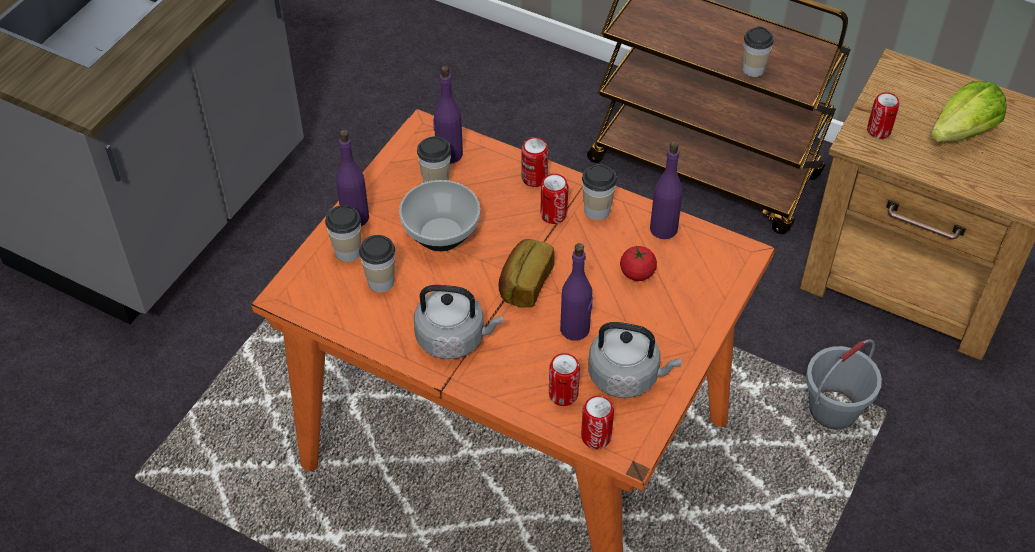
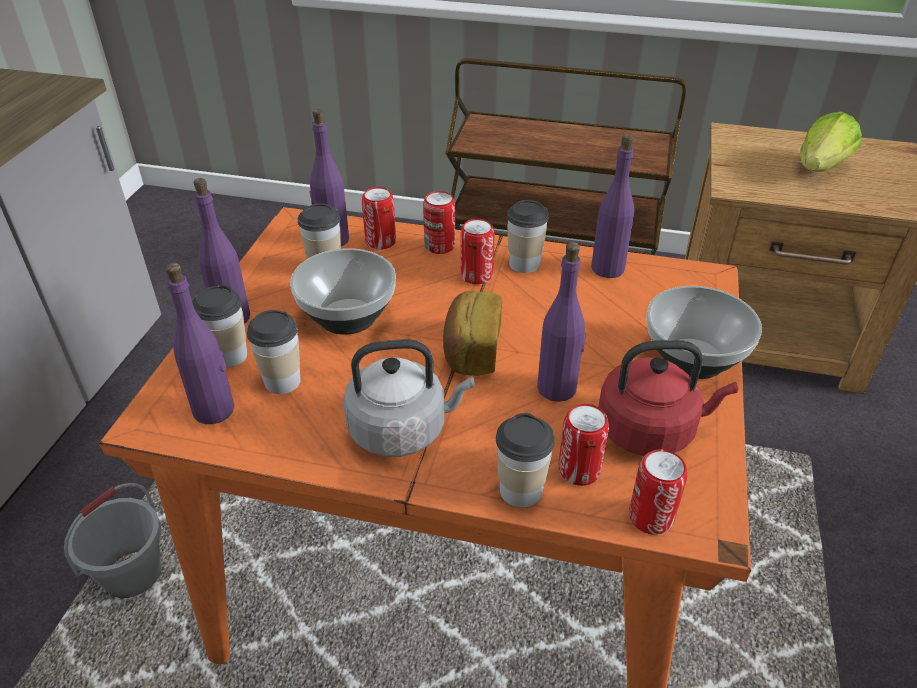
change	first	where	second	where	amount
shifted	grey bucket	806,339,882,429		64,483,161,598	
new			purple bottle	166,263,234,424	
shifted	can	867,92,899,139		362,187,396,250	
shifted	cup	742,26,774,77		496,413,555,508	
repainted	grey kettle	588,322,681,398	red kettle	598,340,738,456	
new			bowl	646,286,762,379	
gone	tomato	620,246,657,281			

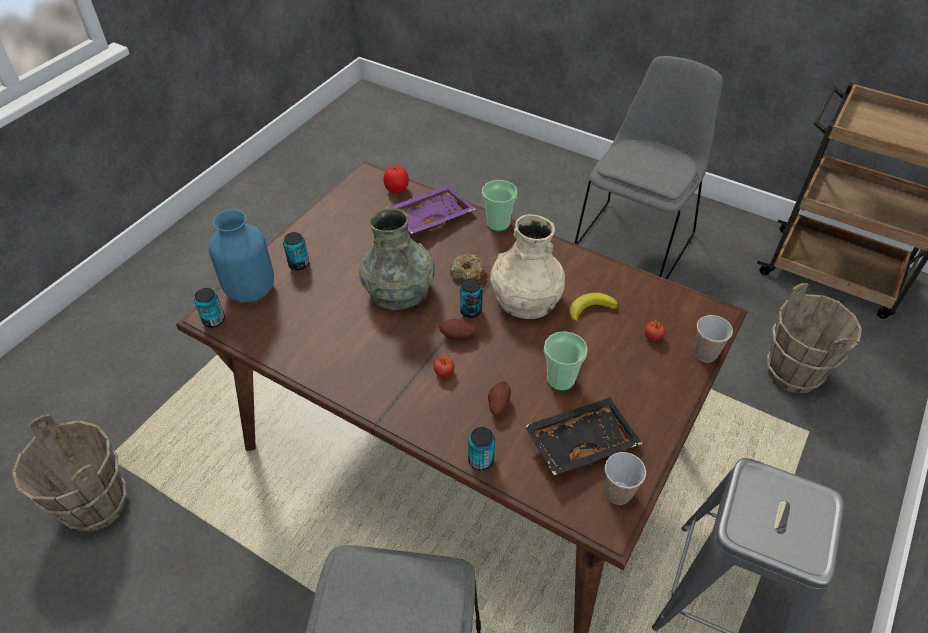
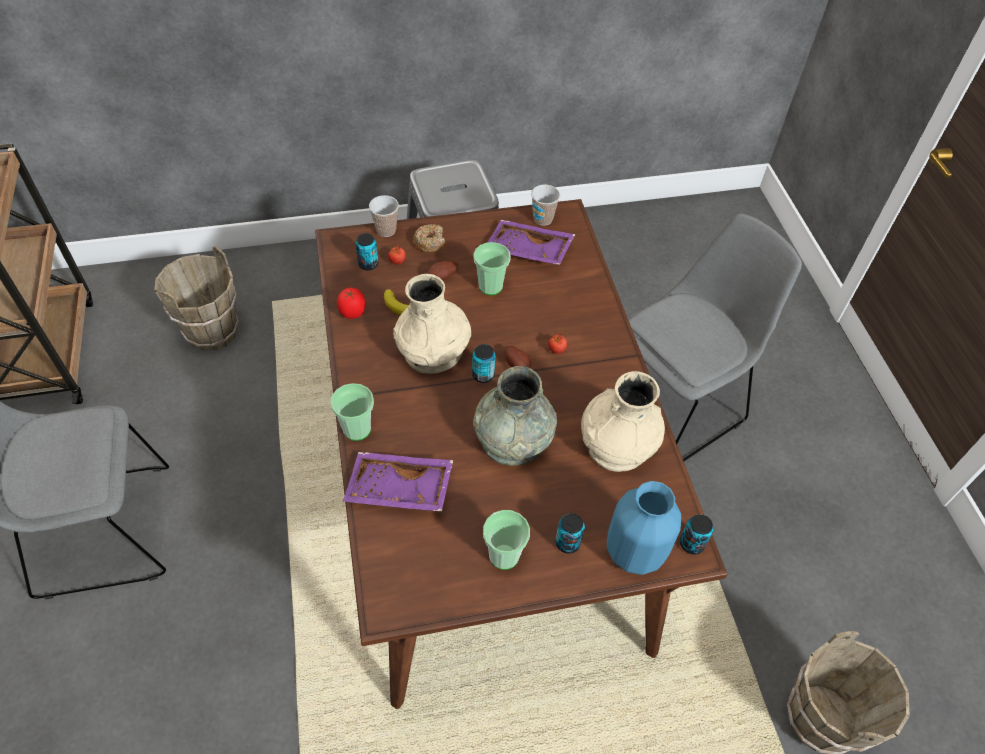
change	first	where	second	where	amount
shifted	tomato	384,166,409,193		337,288,365,319	
shifted	can	468,427,495,470		355,233,379,271	
shifted	donut	450,254,485,280		413,224,445,252	
shifted	potato	488,382,511,416		427,261,458,280	
new			cup	483,510,530,570	
repainted	black tray	524,397,643,475	purple tray	487,220,575,265	
new			beige vase	581,371,665,472	

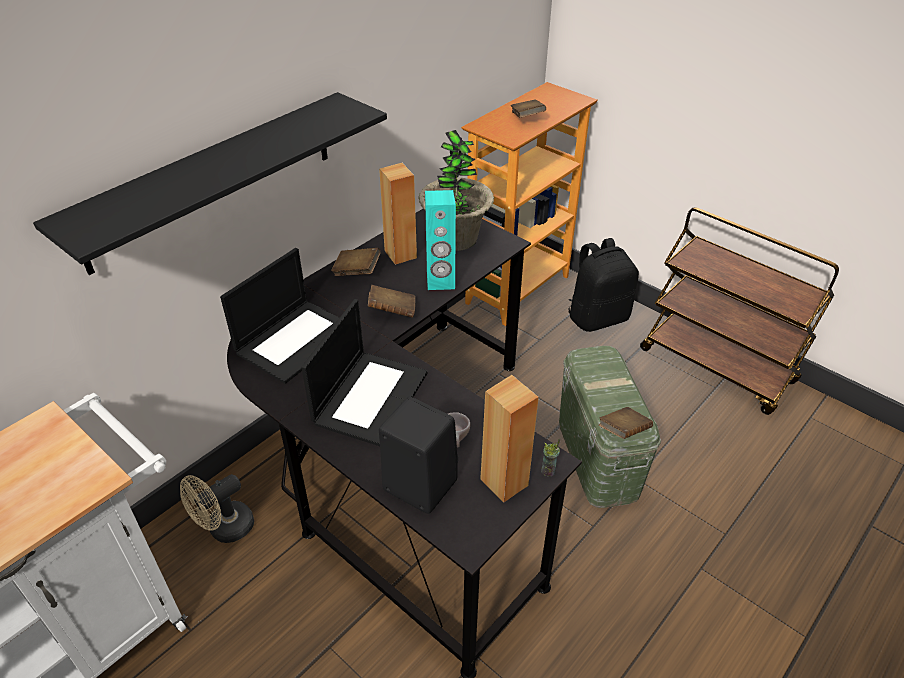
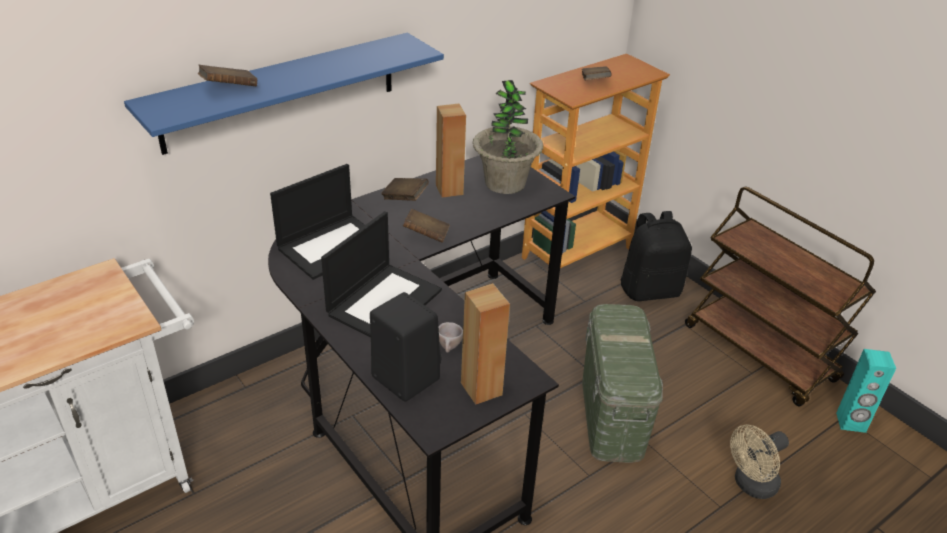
change	first	where	second	where	amount
repainted	black shelf	33,92,387,275	blue shelf	124,33,444,155	
shifted	brown book	599,407,653,439		198,65,257,86	
shifted	beige fan	180,474,254,543		730,425,789,499	
shifted	turquoise speaker	425,190,456,290		836,349,896,433	
gone	cup	541,439,560,476			

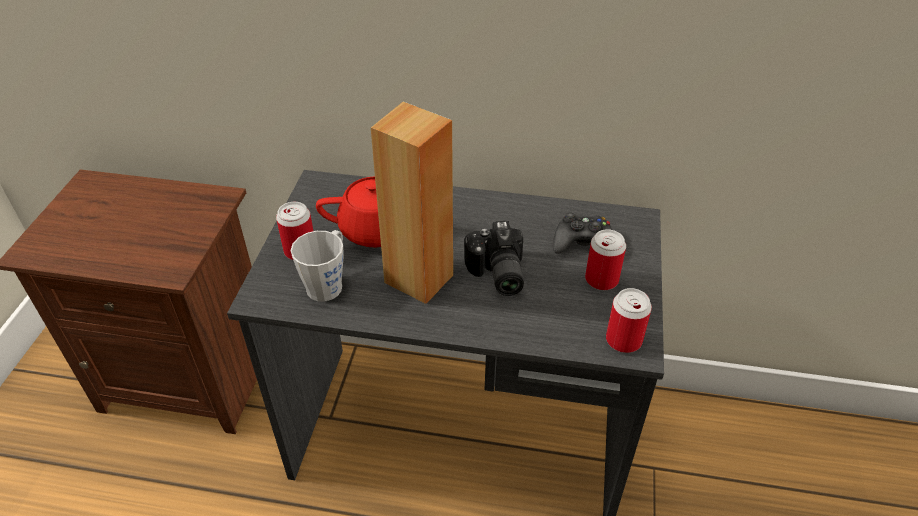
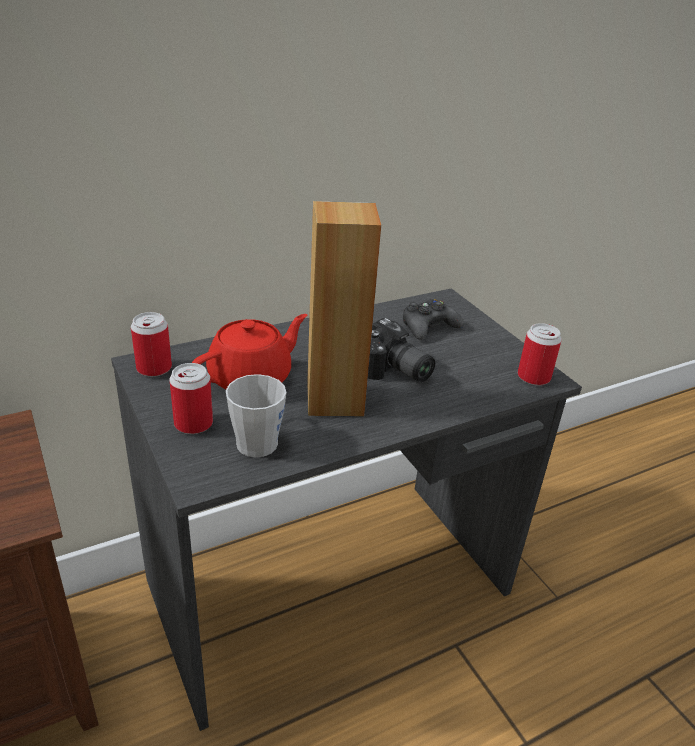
change	first	where	second	where	amount
shifted	can	585,229,626,290		131,312,172,377	

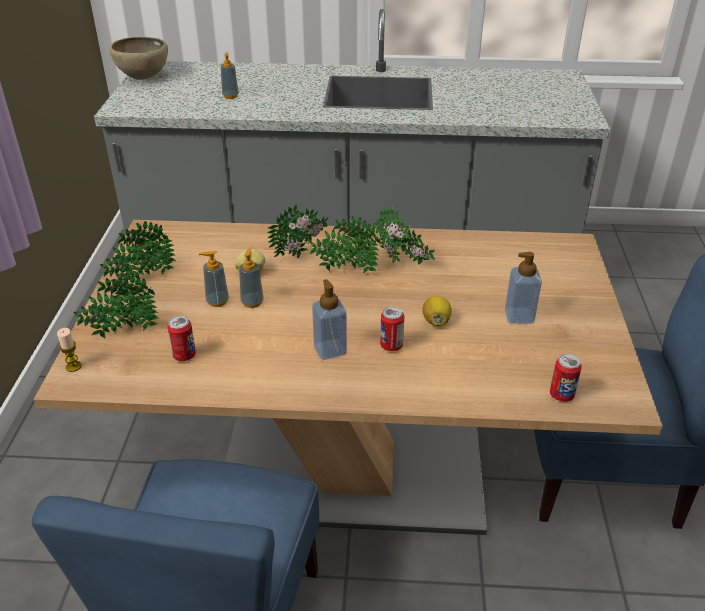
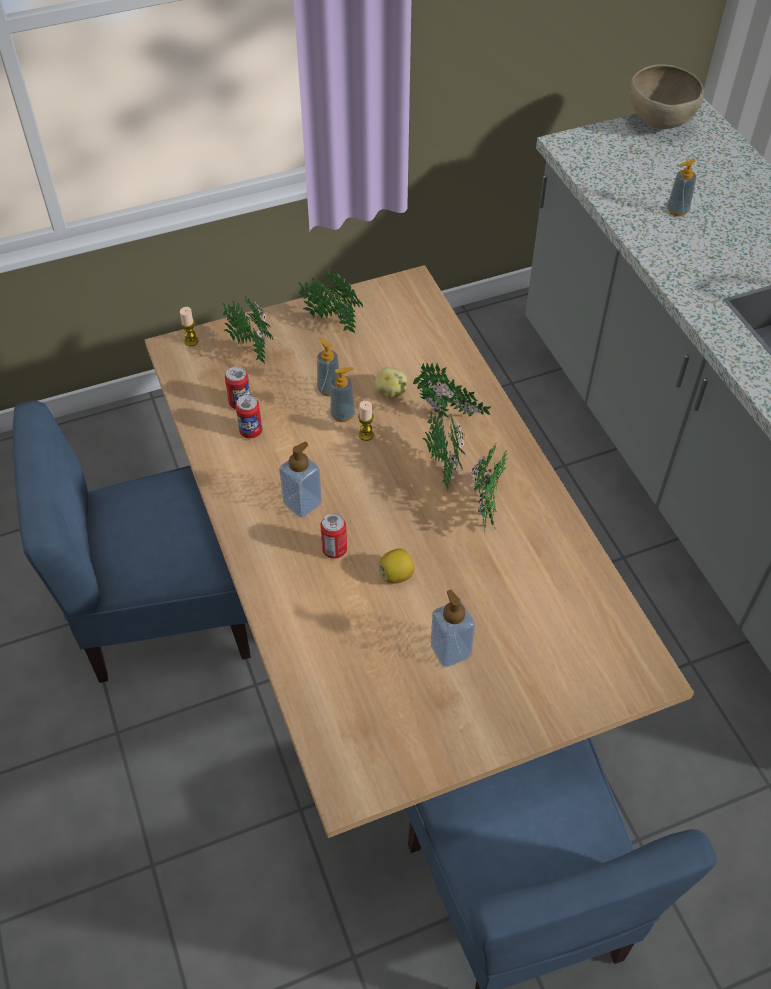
change	first	where	second	where	amount
shifted	can	550,354,582,402		236,395,262,439	
new			candle	358,401,374,441	

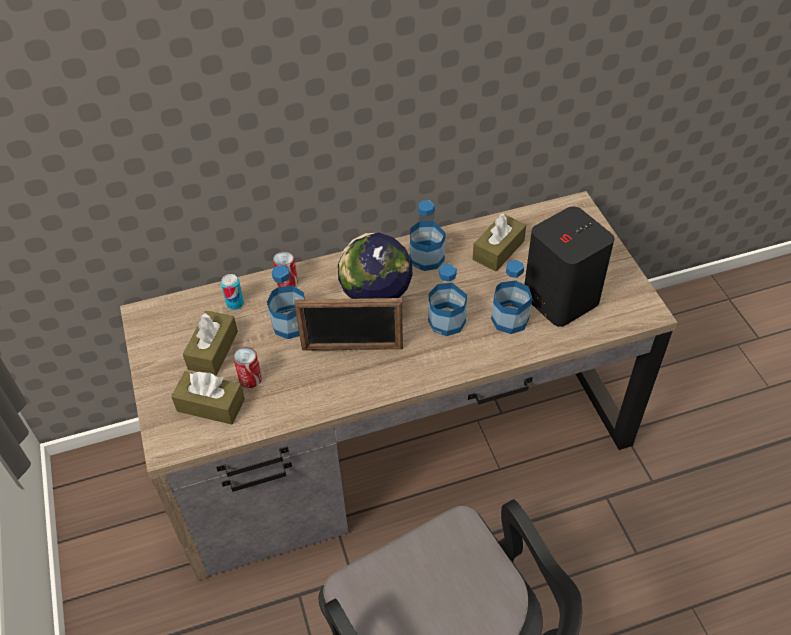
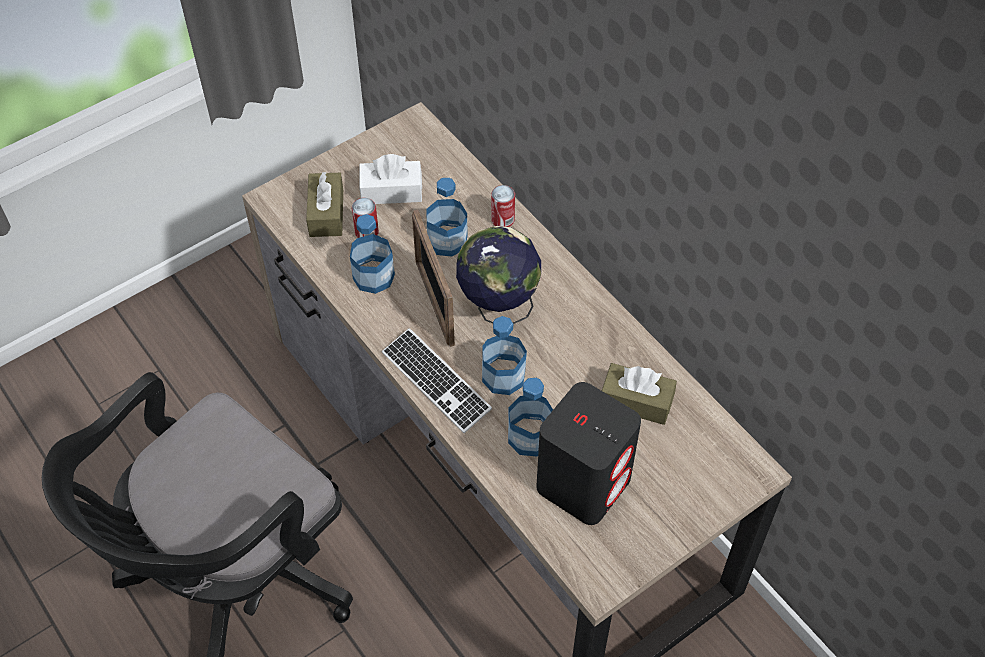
change	first	where	second	where	amount
shifted	bottle	410,200,446,271		350,214,395,294	
repainted	brown tissue box	183,311,238,376	white tissue box	359,154,422,204	
new			keyboard	382,328,492,433	
gone	can	221,274,244,310			

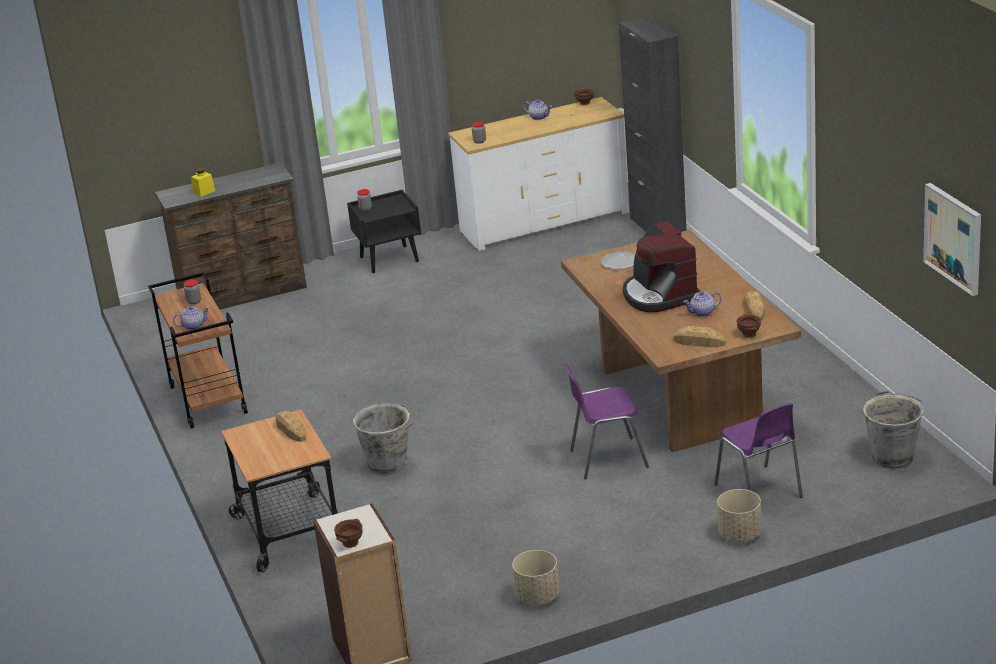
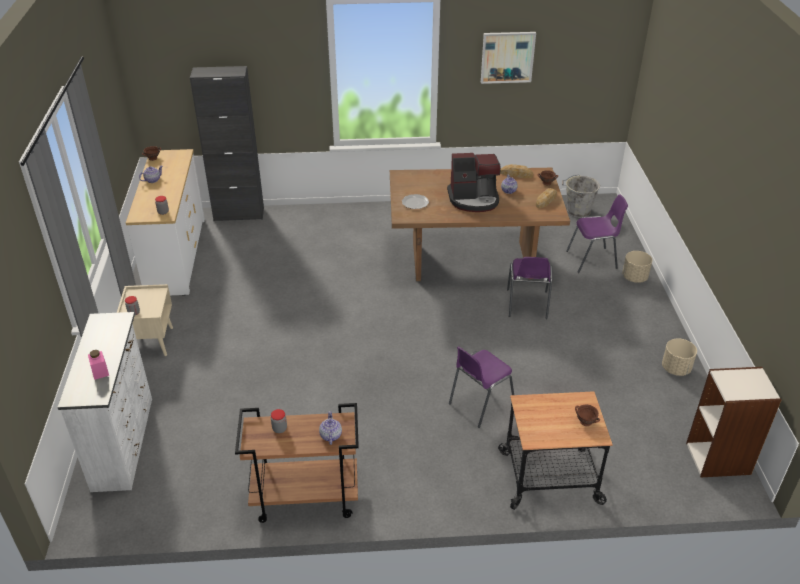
change	first	where	second	where	amount
repainted	brown dresser	155,163,307,310	white dresser	58,312,152,492	
repainted	yellow jar	191,168,215,197	pink jar	88,350,109,380	
repainted	black nightstand	347,190,421,273	beige nightstand	117,284,173,356	
swapped	grey bucket	353,403,414,475	purple chair	449,346,514,428	
shifted	picture	923,183,981,296		481,32,536,84	
shifted	brown bowl	334,519,363,548		575,405,600,426	
gone	bread	275,411,306,442			

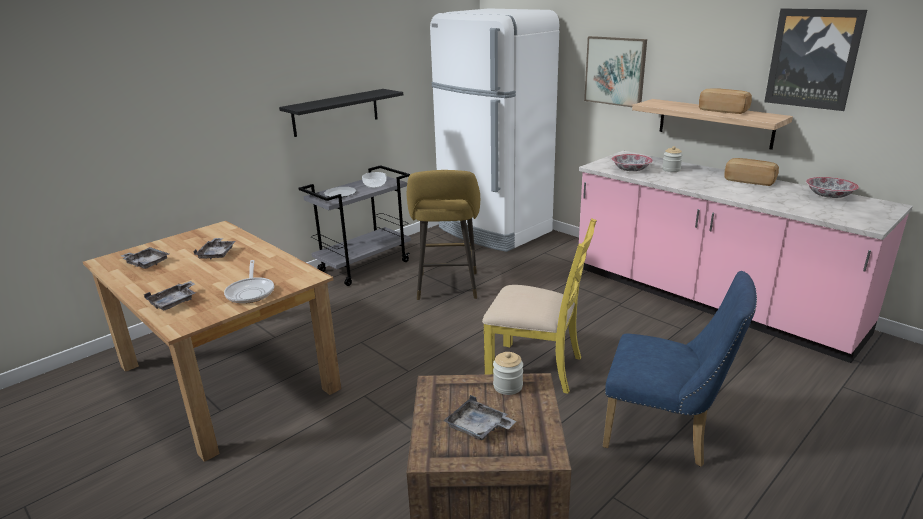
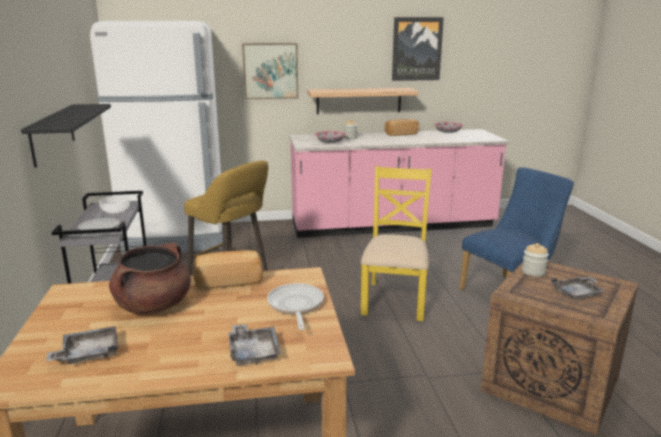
change	first	where	second	where	amount
swapped	grey tray	193,238,236,259	brown cooking pot	109,242,191,314	
shifted	bread	699,88,752,114		194,250,263,289	
rotated	frying pan	224,260,274,304		267,283,324,330	120 degrees counterclockwise
rotated	yellow chair	482,218,597,394		360,166,432,321	45 degrees counterclockwise

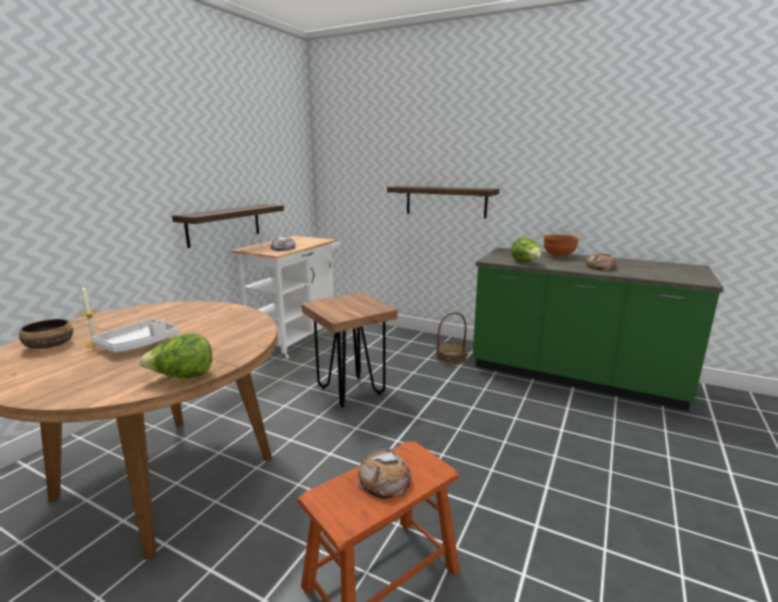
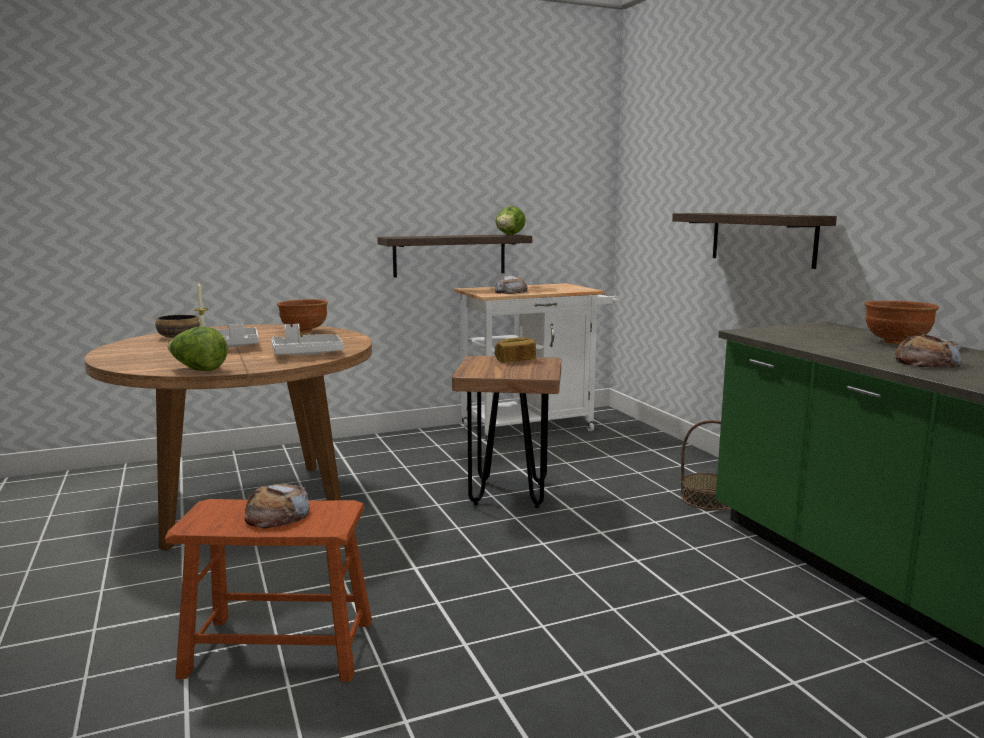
change	first	where	second	where	amount
new			white tray	271,324,344,355	
new			brown bowl	277,299,328,333	
new			bread	495,337,536,362	
shifted	lettuce	511,237,541,262		496,206,526,235	

